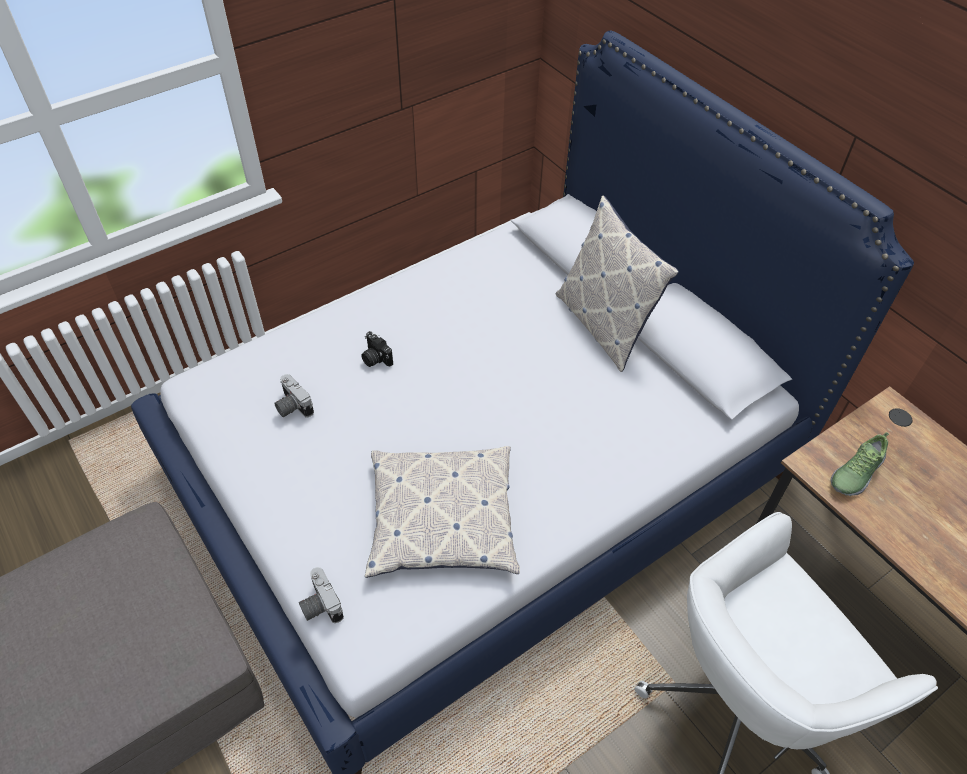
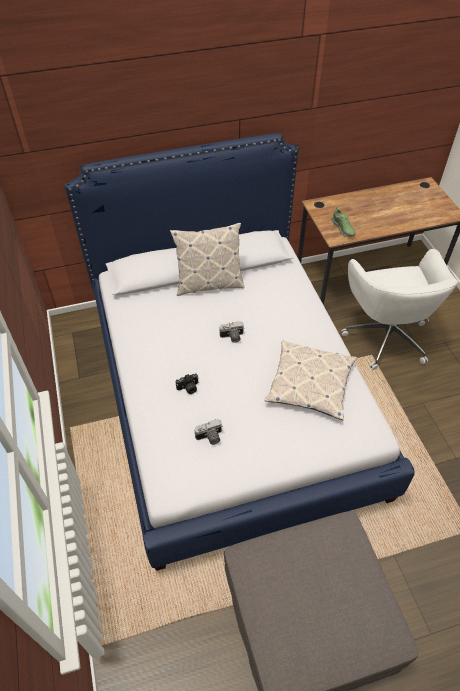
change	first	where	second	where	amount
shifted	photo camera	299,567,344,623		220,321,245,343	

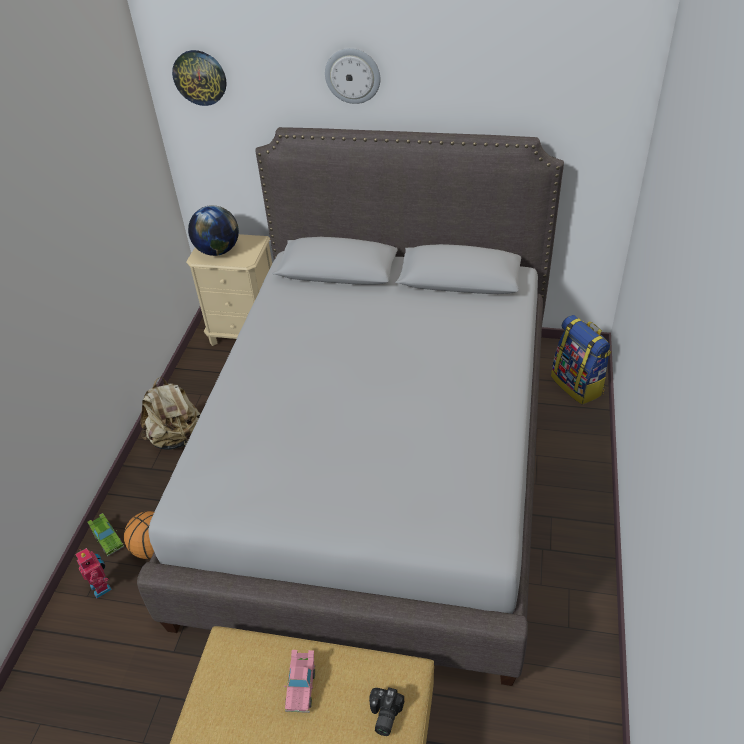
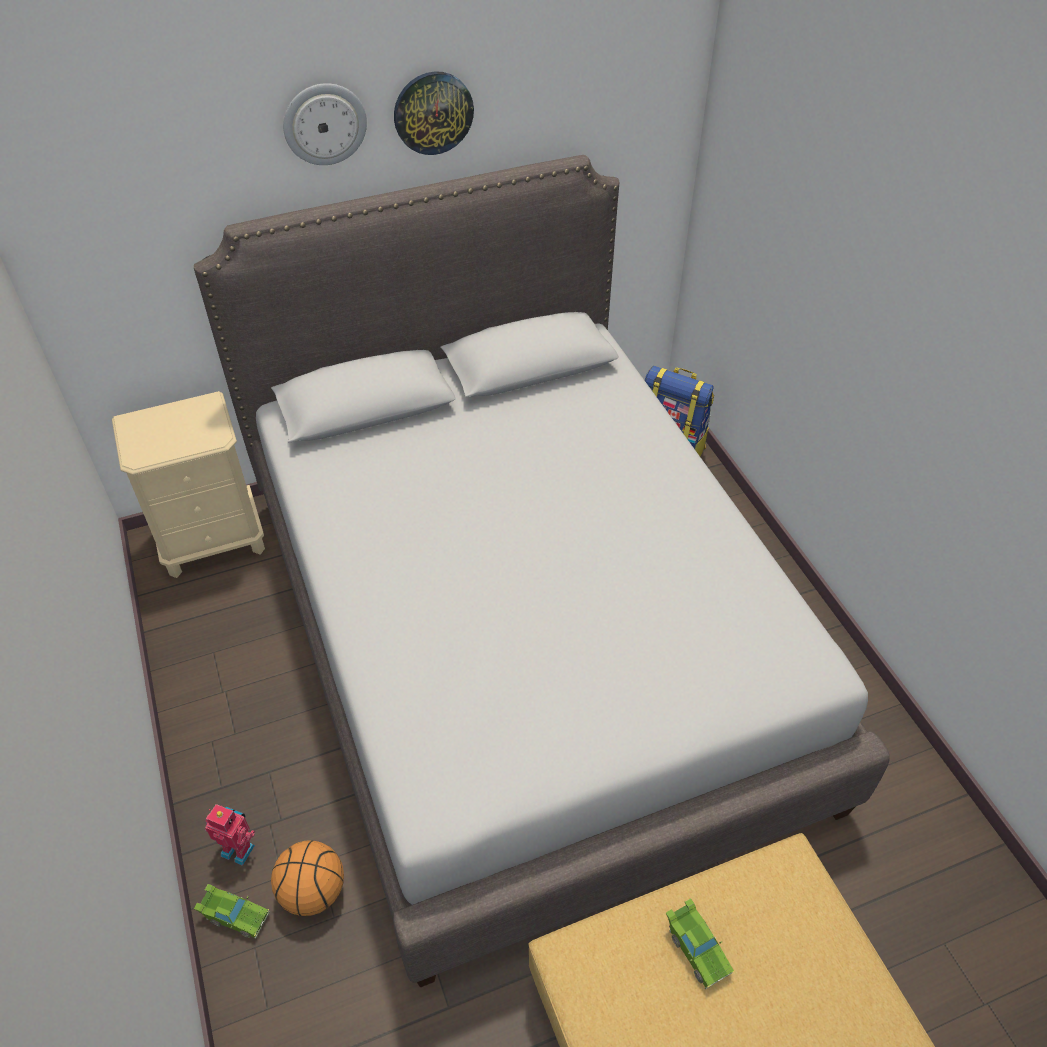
change	first	where	second	where	amount
shifted	toy robot	76,548,112,598		205,804,255,866	
shifted	wall clock	172,50,226,106		394,71,474,155	
repainted	pink toy car	284,650,315,713	green toy car	666,898,735,990	
gone	beige backpack	140,377,201,450			
gone	globe	188,205,239,256			
gone	photo camera	369,687,404,736			

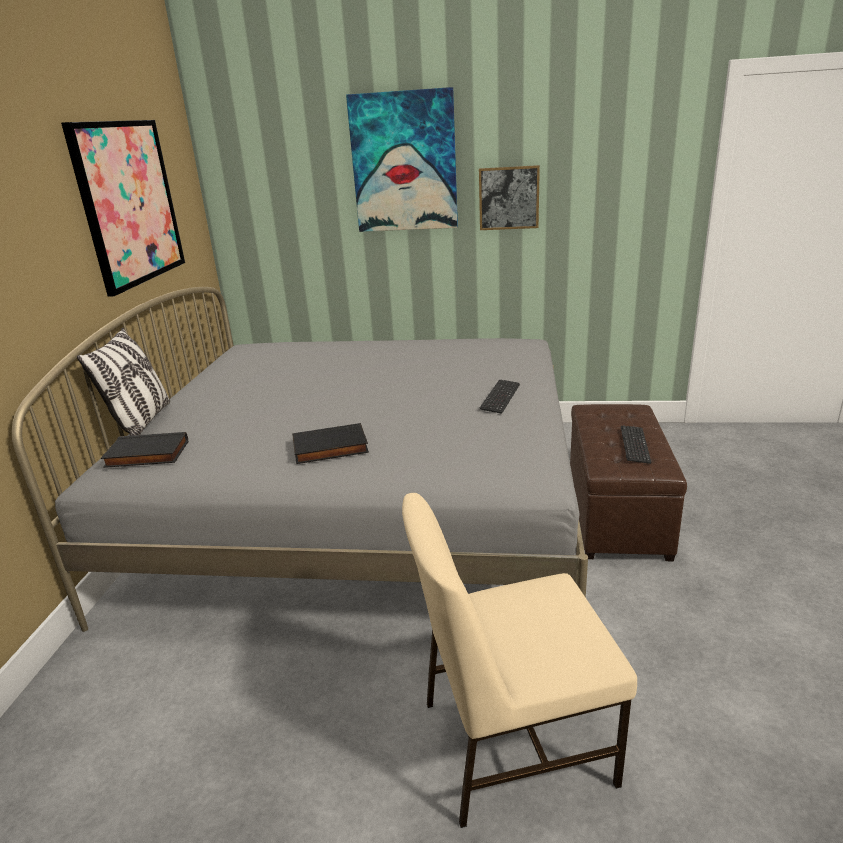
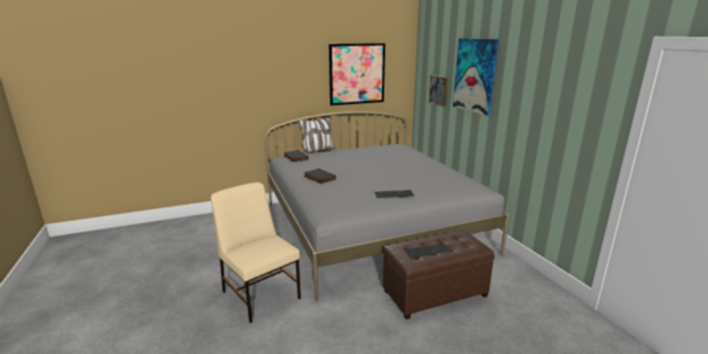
change	first	where	second	where	amount
shifted	picture	479,165,540,230		429,75,448,107	

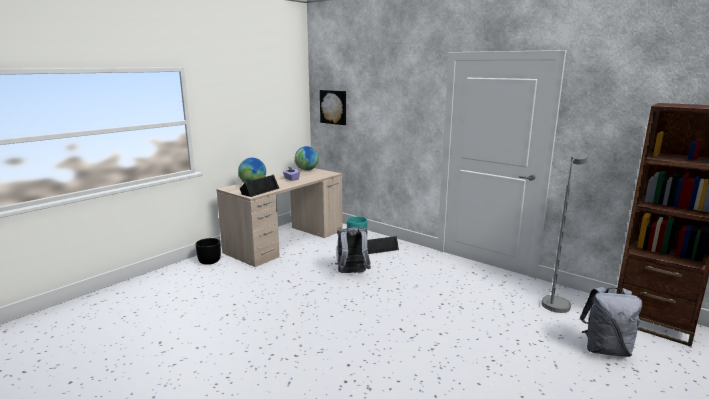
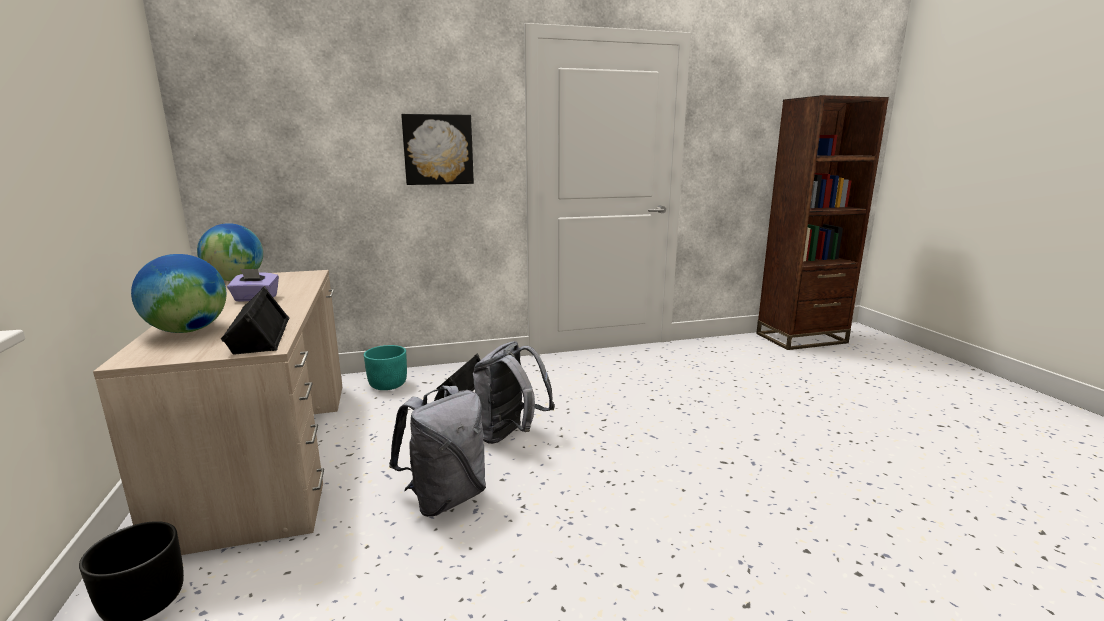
change	first	where	second	where	amount
shifted	grey backpack	580,287,642,357		389,386,486,517	
shifted	picture	320,90,346,125		401,114,474,185	
gone	grey floor lamp	542,153,588,313			

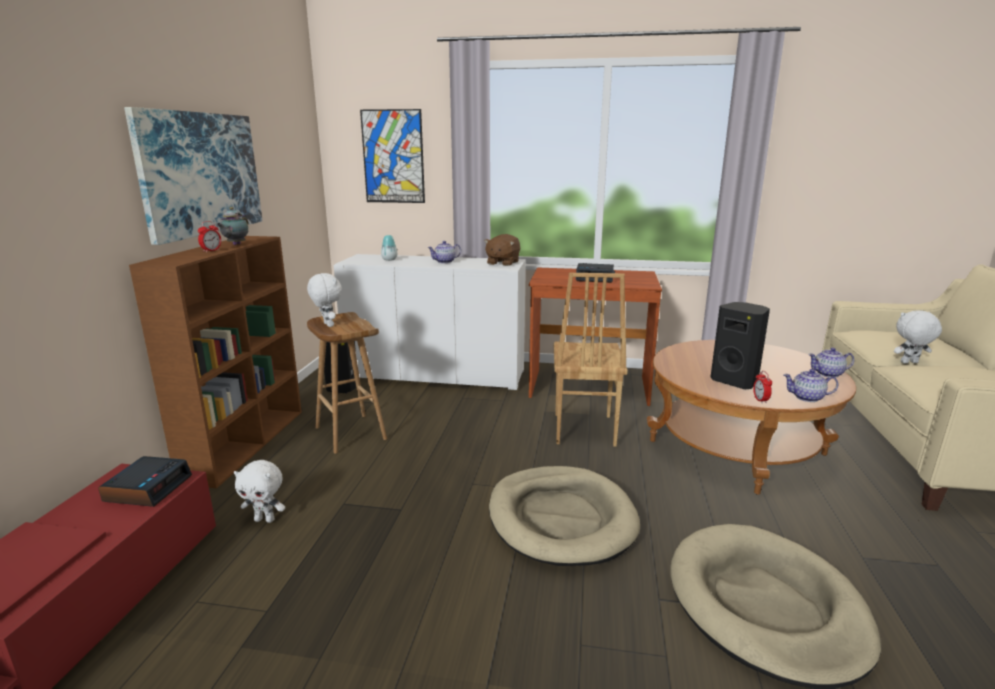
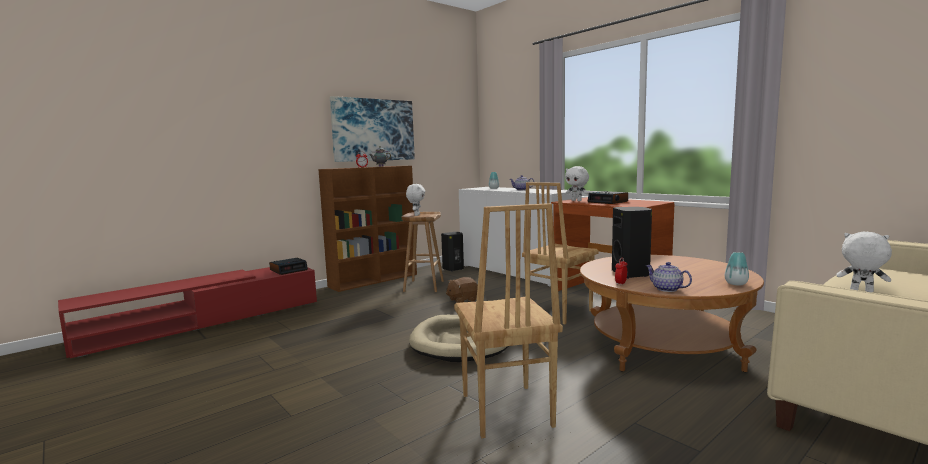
change	first	where	second	where	amount
shifted	brown plush toy	484,234,520,266		446,277,478,303	
swapped	beige dog bed	671,524,881,689	brown chair	454,203,563,438	
shifted	white plush toy	234,460,285,523		565,166,589,201	
swapped	teapot	808,348,854,378	vase	725,252,749,286	
gone	picture	360,109,425,203			

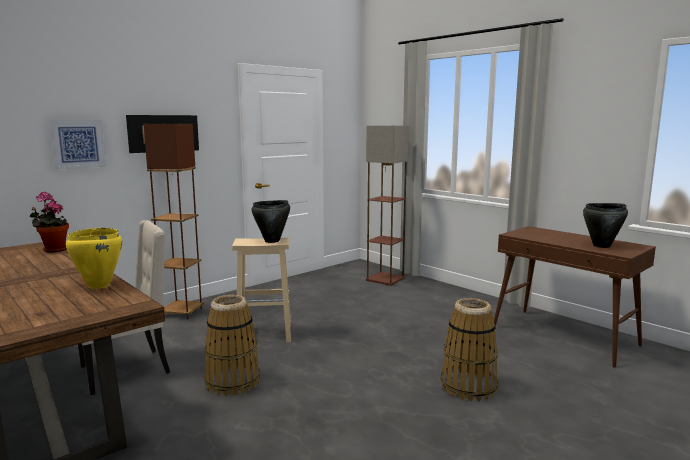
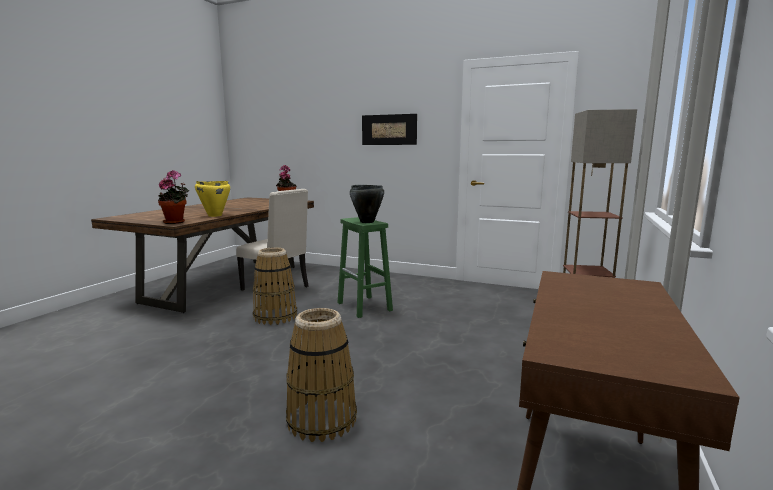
change	first	where	second	where	amount
new			potted plant	158,170,189,224	
repainted	beige stool	232,237,291,342	green stool	337,217,393,318	
gone	picture	49,120,106,170			
gone	brown floor lamp	144,124,204,319			
gone	black cooking pot	583,203,628,248			

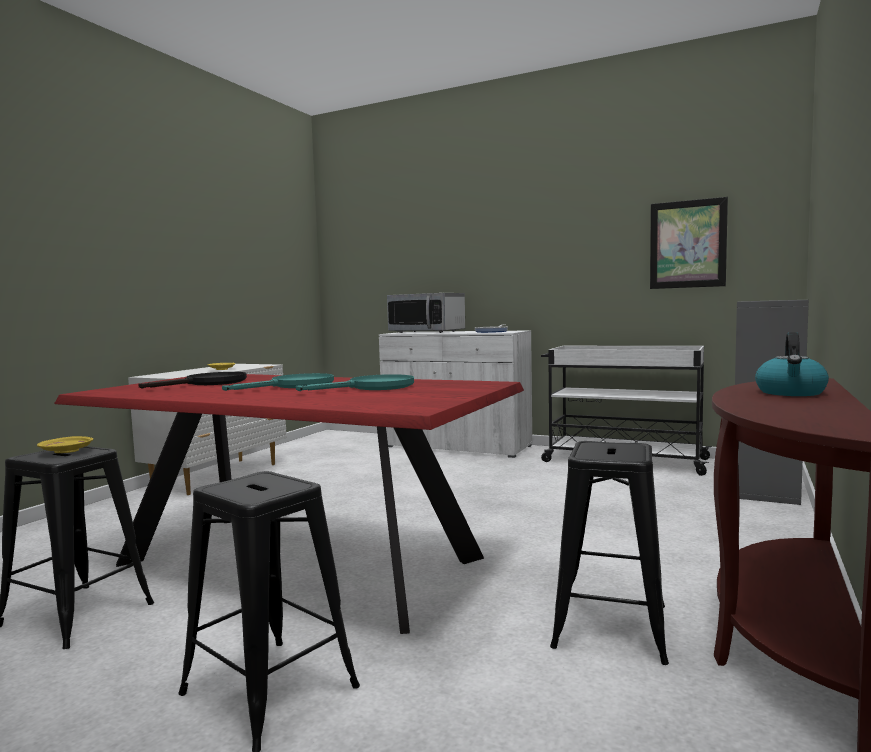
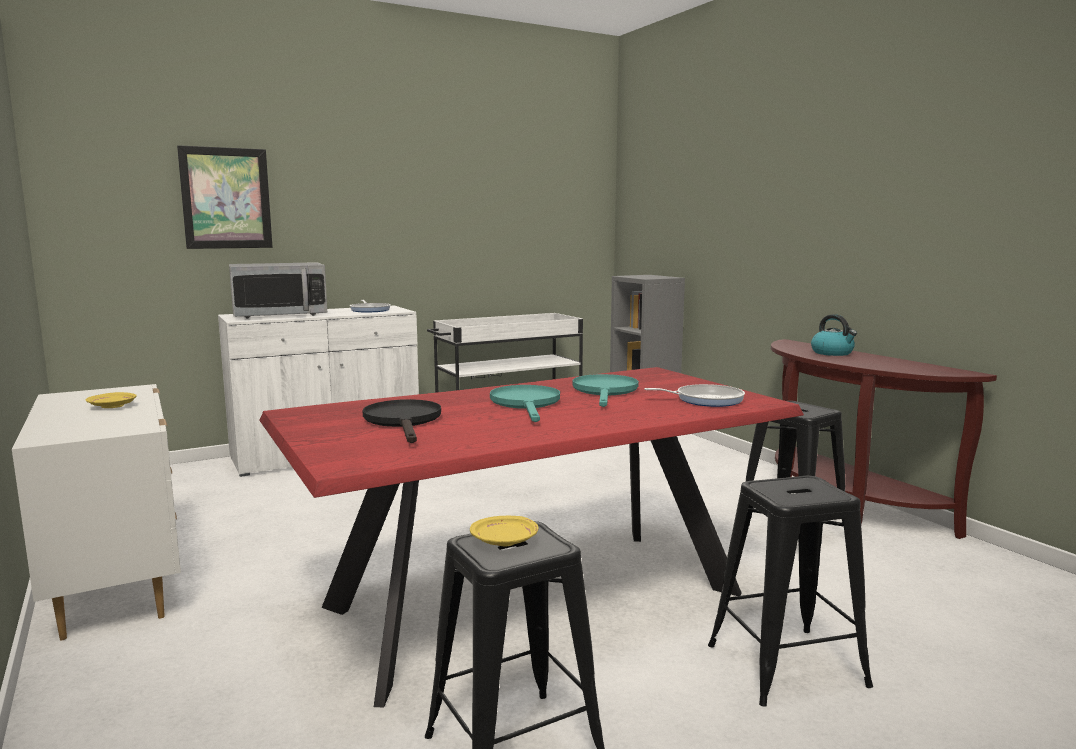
change	first	where	second	where	amount
shifted	picture	650,197,728,289		177,145,273,249	
new			frying pan	644,384,745,407	

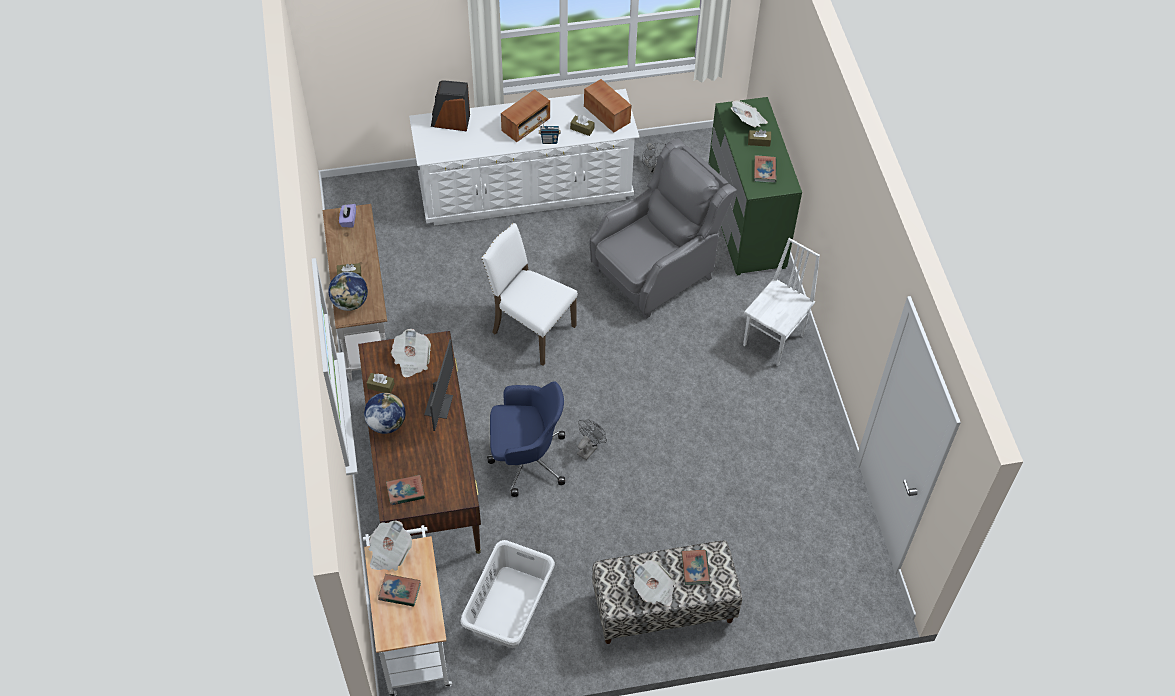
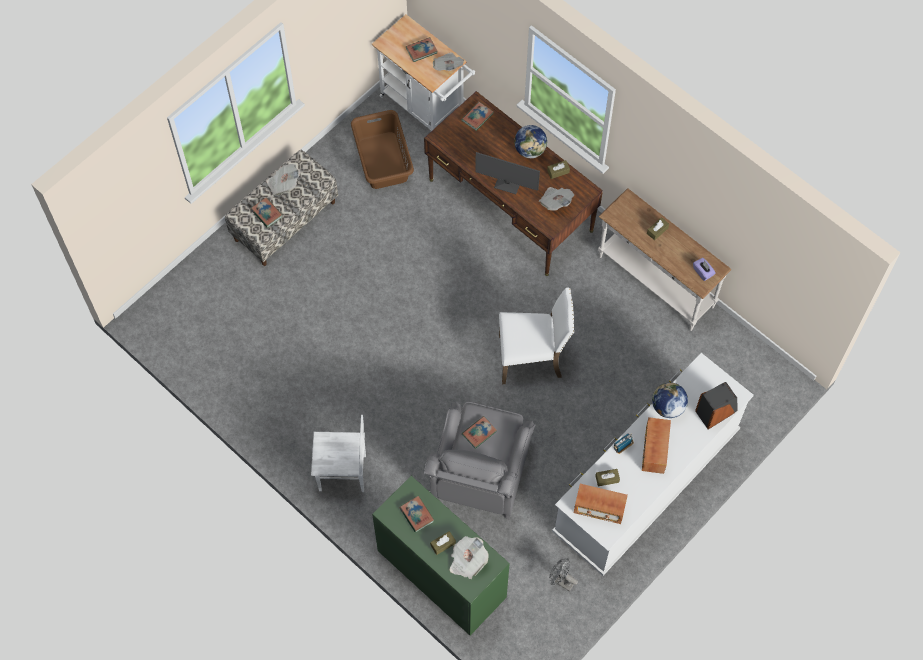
change	first	where	second	where	amount
rotated	white chair	743,238,820,366		311,415,366,492	90 degrees counterclockwise
repainted	white laundry basket	460,540,555,648	brown laundry basket	351,110,414,189	
new			book	462,416,497,449	
rotated	monitor	424,339,454,431		475,152,540,194	45 degrees counterclockwise
shifted	globe	328,272,368,311		652,382,688,418	
gone	blue office chair	487,381,565,497			
gone	grey fan	577,419,607,460			

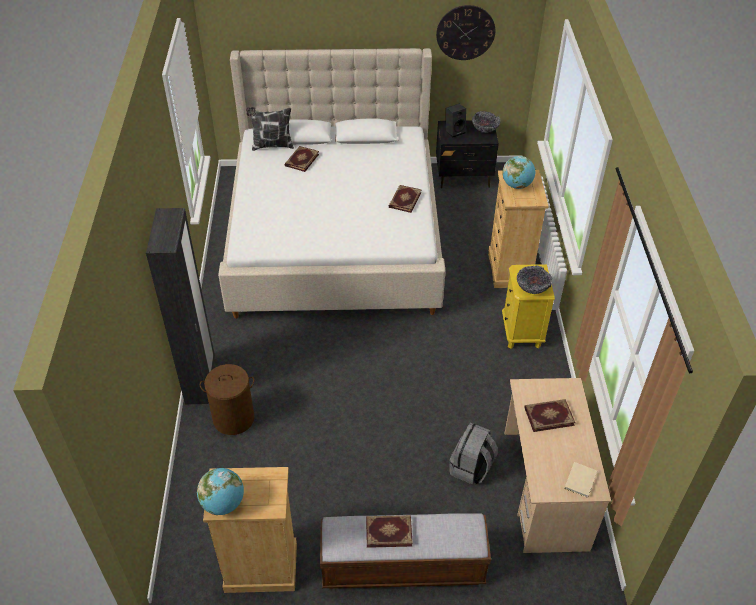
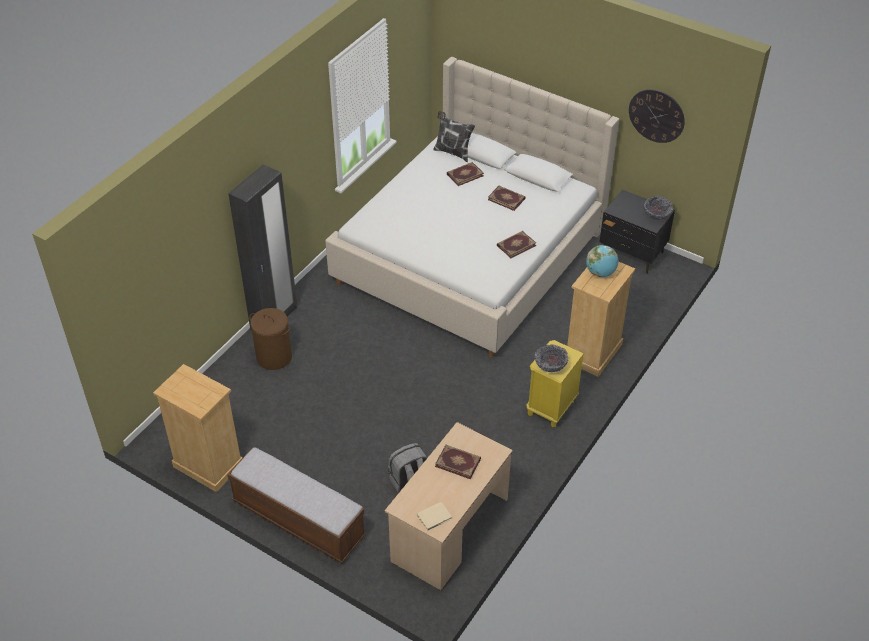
change	first	where	second	where	amount
shifted	book	366,515,413,548		488,186,526,211	
gone	globe	197,468,244,515			
gone	black speaker	446,104,466,137			

